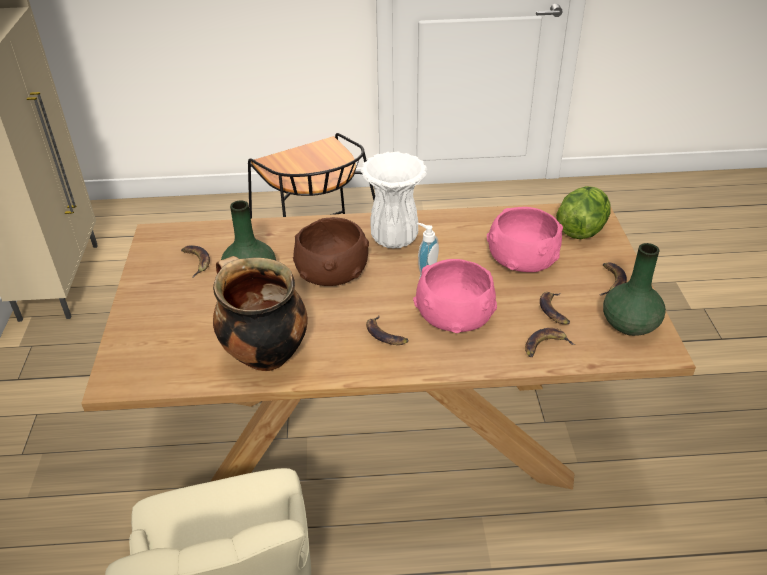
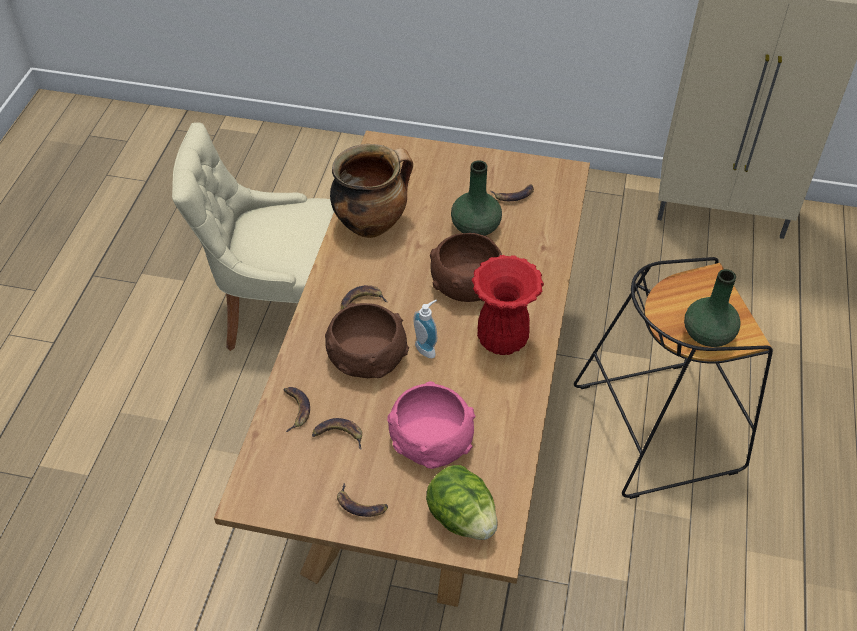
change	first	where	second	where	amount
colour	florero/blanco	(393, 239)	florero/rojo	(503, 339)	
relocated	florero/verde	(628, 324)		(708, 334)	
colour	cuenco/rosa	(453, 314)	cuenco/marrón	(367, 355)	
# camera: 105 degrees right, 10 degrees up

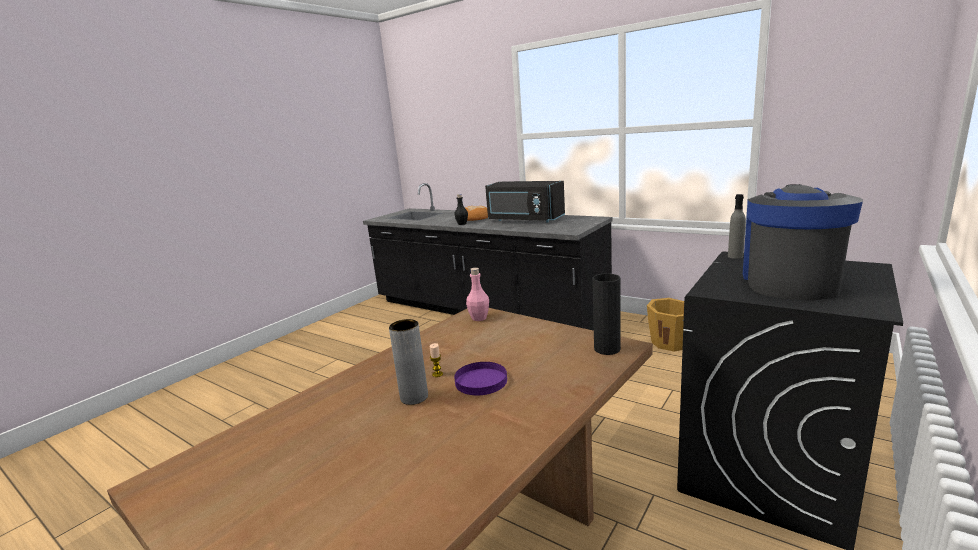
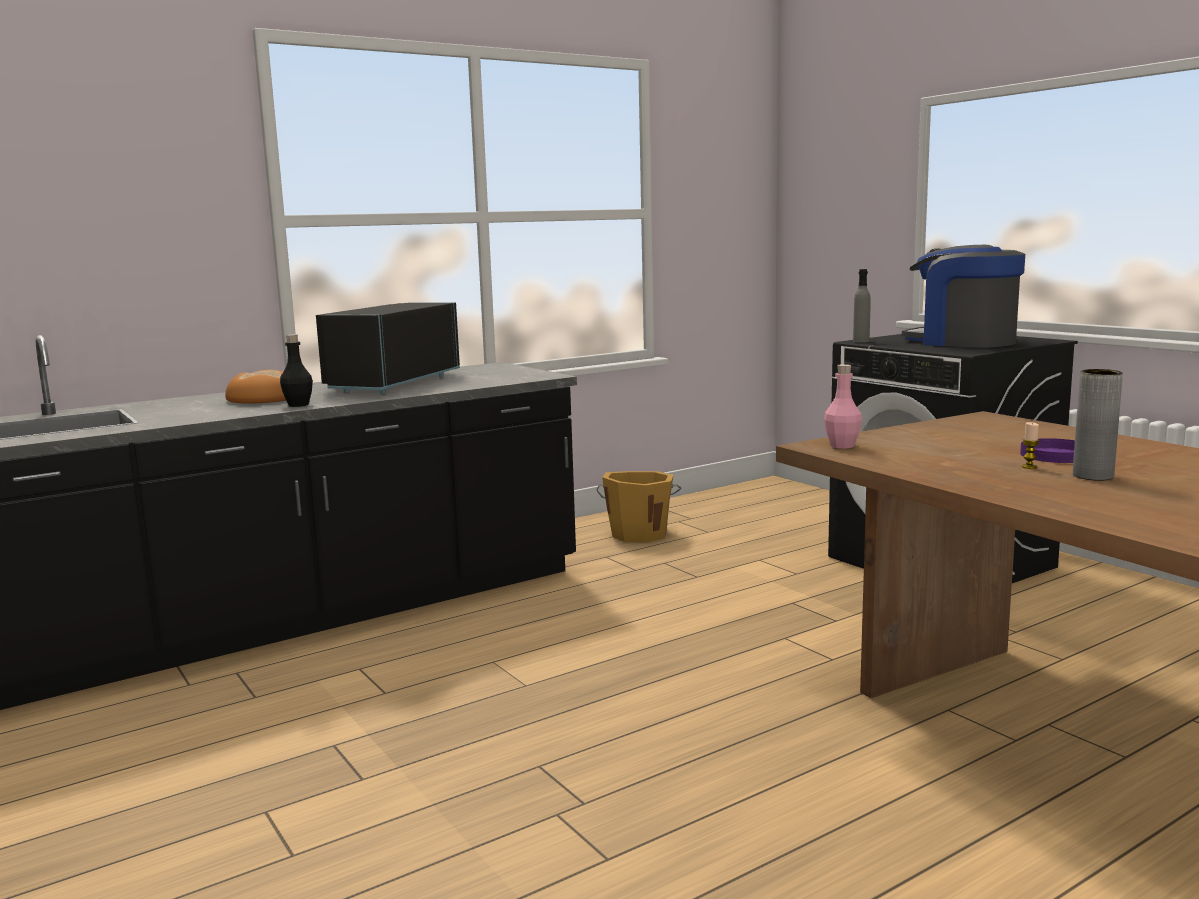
change	first	where	second	where	amount
spun	microondas/negro	(524, 220)		(391, 383)	150 degrees clockwise
missing	florero/negro	(607, 349)			
# camera: 70 degrees left, 5 degrees down

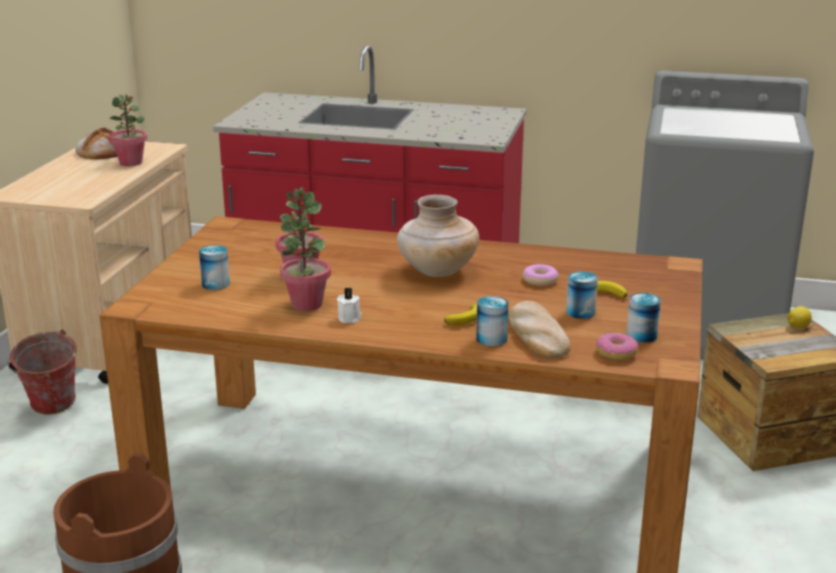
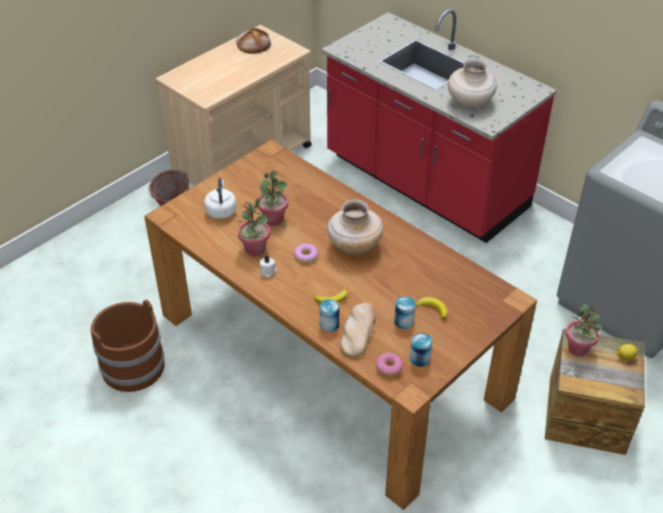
change	first	where	second	where	amount
relocated	planta en maceta	(131, 162)		(578, 349)	
exchanged	lata	(215, 284)	hervidor/blanco	(221, 210)	
relocated	rosquilla	(540, 280)		(306, 256)	
appeared			florero/beis	(470, 102)	
# camera: 30 degrees right, 20 degrees up

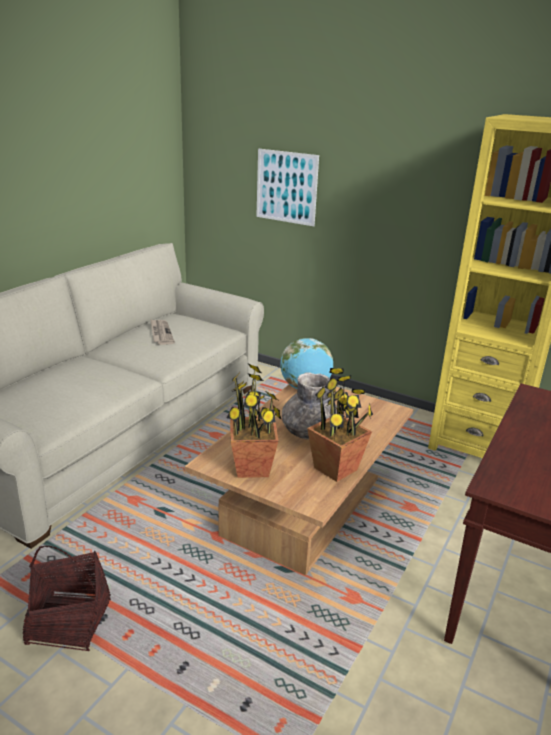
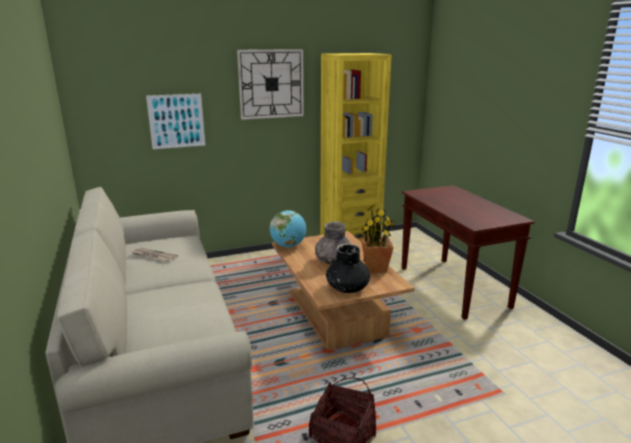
change	first	where	second	where	amount
exchanged	planta en maceta	(253, 468)	florero/negro	(347, 287)	
appeared			reloj de pared	(271, 84)	
# camera: 50 degrees left, 5 degrees down

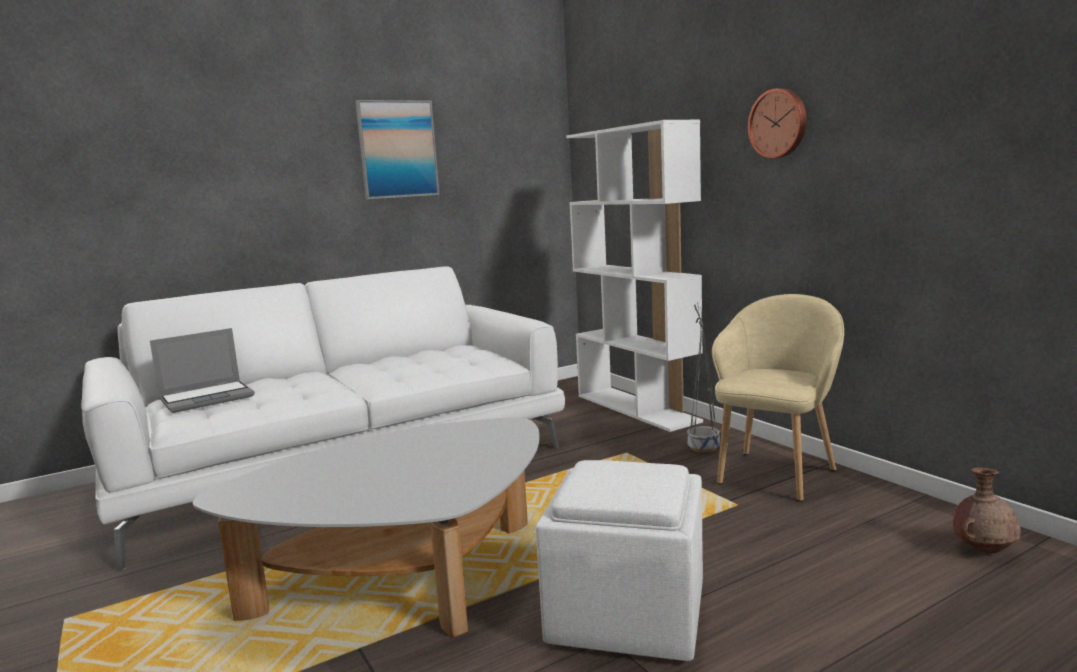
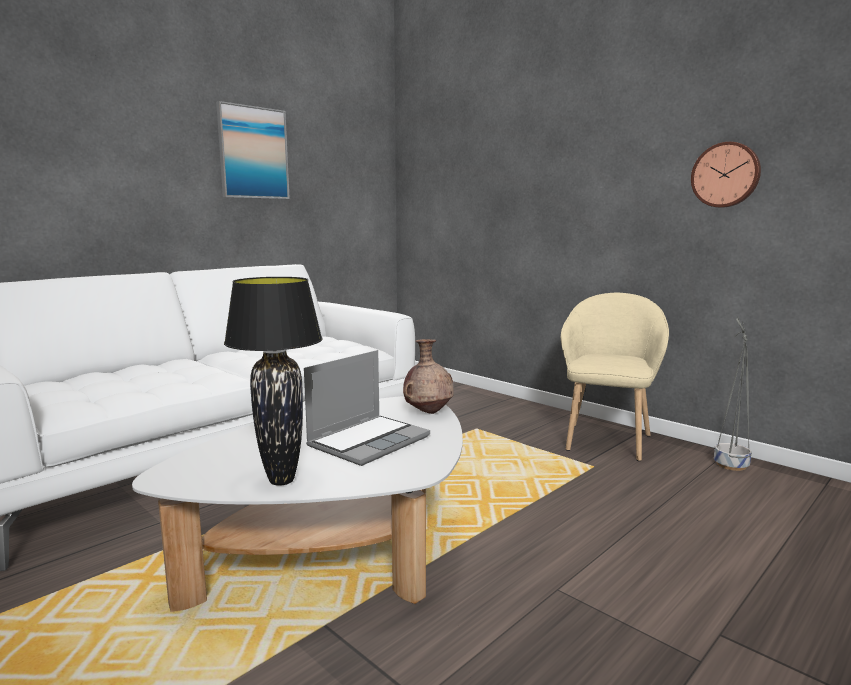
change	first	where	second	where	amount
relocated	reloj de pared	(779, 123)		(726, 175)	
missing	estantería/blanco	(637, 408)			
relocated	maceta/gris	(703, 447)		(730, 464)	
relocated	portátil	(208, 398)		(369, 441)	
missing	puf/blanco	(629, 614)			
relocated	florero/marrón	(984, 550)		(428, 412)	
appeared			lámpara de mesa/negro	(282, 480)	
# camera: 15 degrees left, 0 degrees up

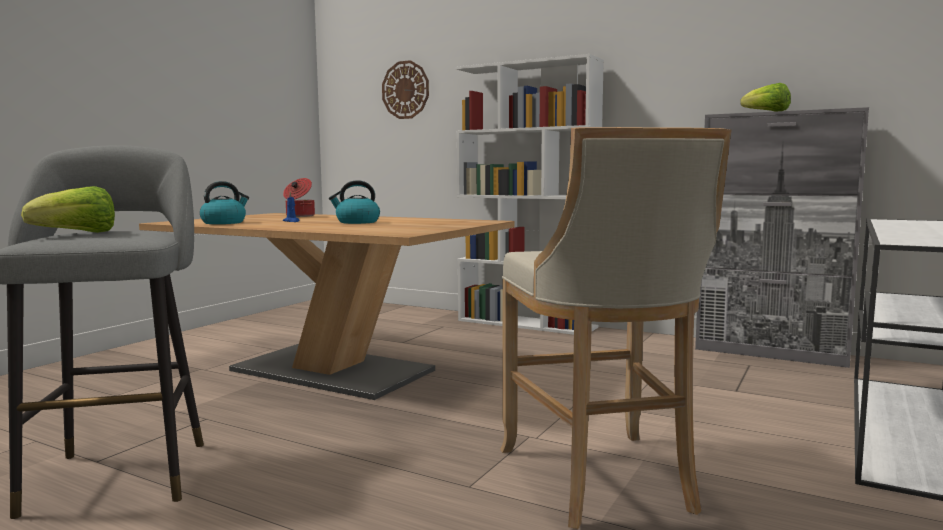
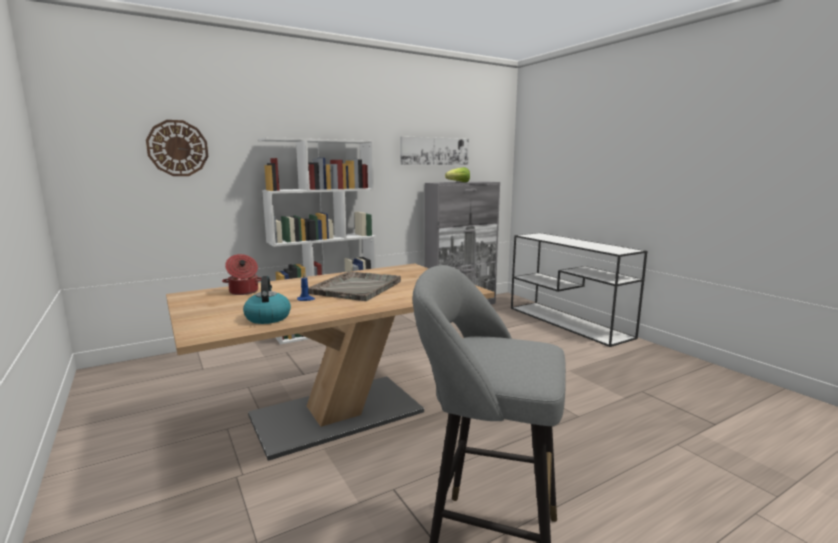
change	first	where	second	where	amount
missing	taburete/beis	(601, 481)			
exchanged	hervidor	(357, 222)	bandeja/gris	(357, 287)	
missing	lechuga	(77, 233)			
appeared			cuadro	(434, 151)	
# camera: 60 degrees left, 5 degrees up

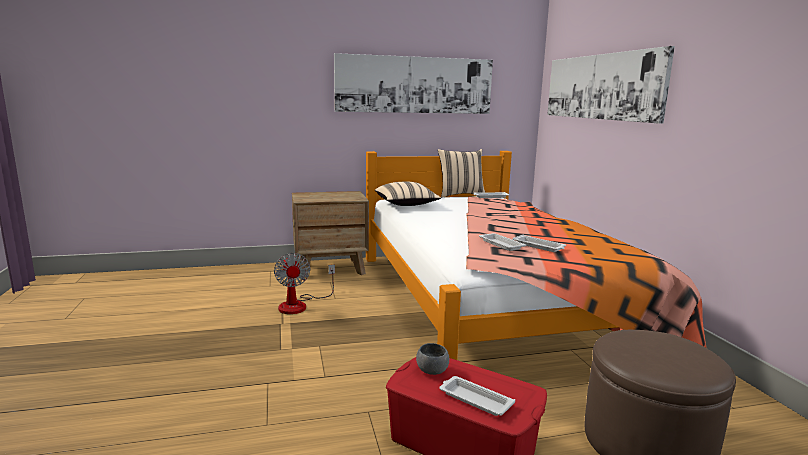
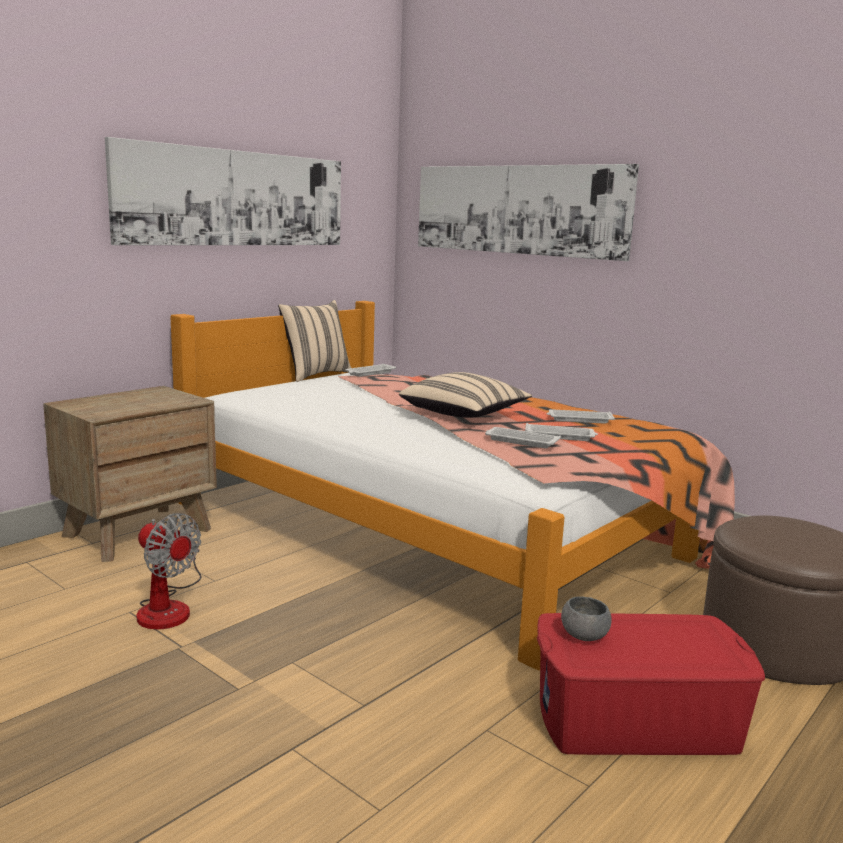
change	first	where	second	where	amount
relocated	cojín/beis	(406, 205)		(464, 415)	
relocated	bandeja/blanco	(474, 399)		(579, 420)	
# camera: 35 degrees left, 0 degrees up

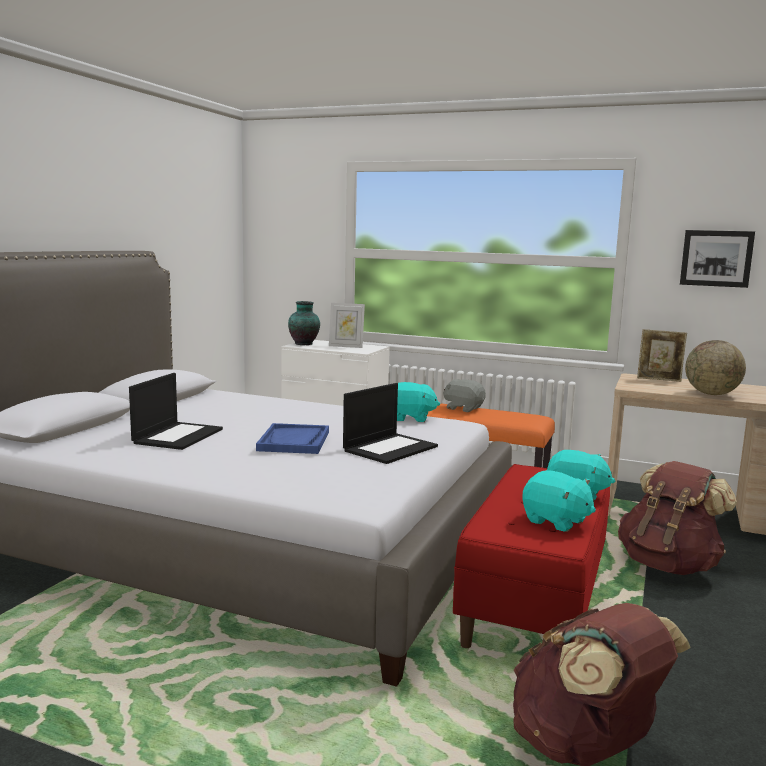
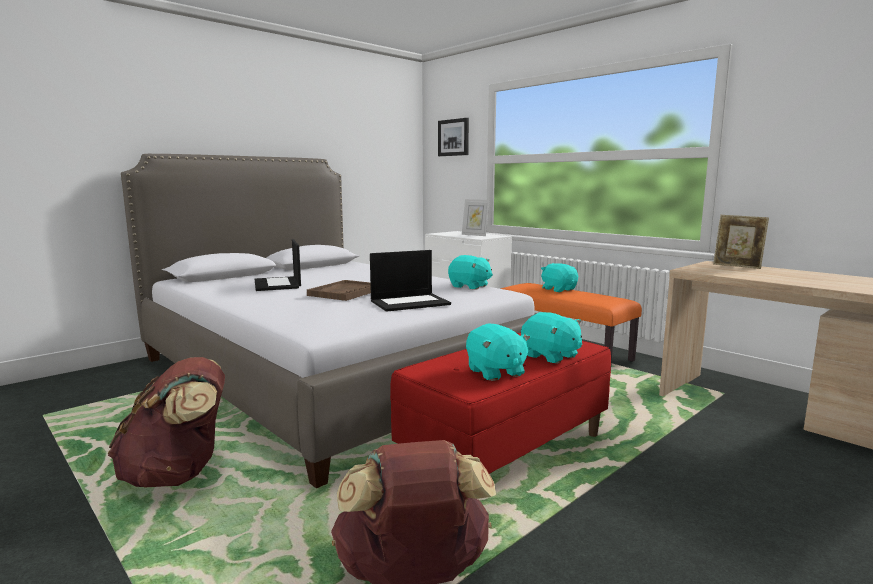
change	first	where	second	where	amount
relocated	cuadro	(716, 258)		(454, 137)	
missing	florero	(304, 344)			
missing	globo terráqueo	(711, 394)			
spun	portátil	(178, 436)		(278, 284)	120 degrees clockwise
colour	peluche/gris	(463, 408)	peluche/turquesa	(558, 289)	
colour	bandeja/azul	(294, 441)	bandeja/marrón	(345, 292)	
relocated	mochila/marrón	(669, 565)		(178, 474)	
# camera: 25 degrees right, 0 degrees up

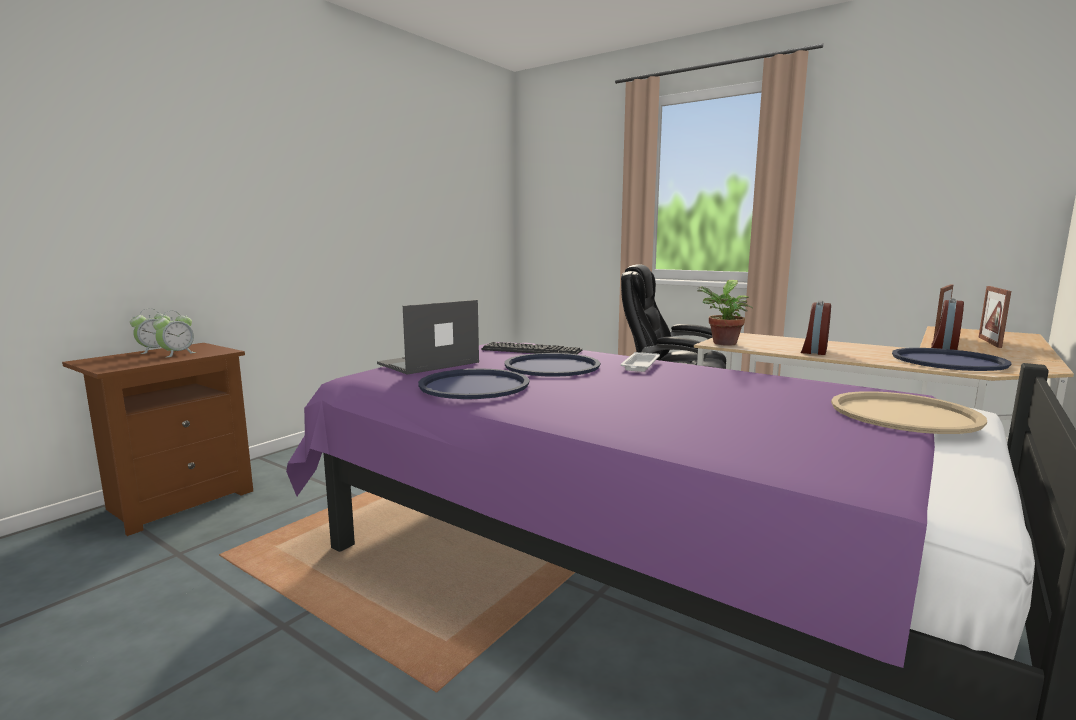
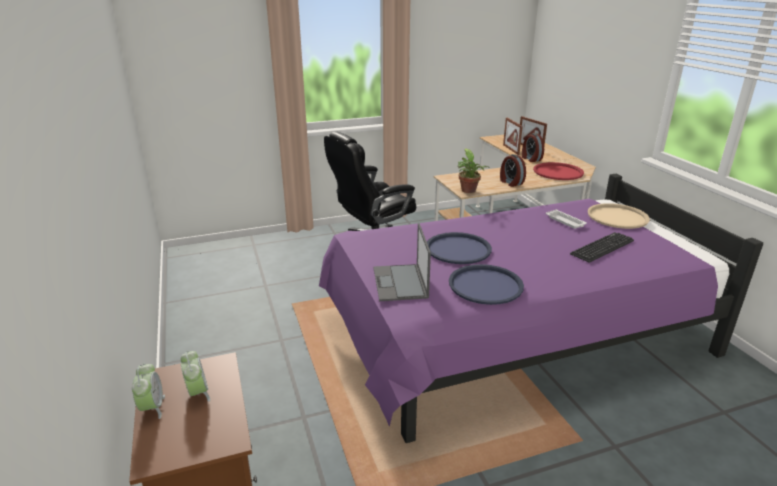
change	first	where	second	where	amount
relocated	teclado	(531, 350)		(602, 247)	
colour	bandeja/azul	(948, 361)	bandeja/rojo	(558, 172)	
relocated	bandeja/blanco	(640, 366)		(566, 222)	
# camera: 55 degrees left, 15 degrees up

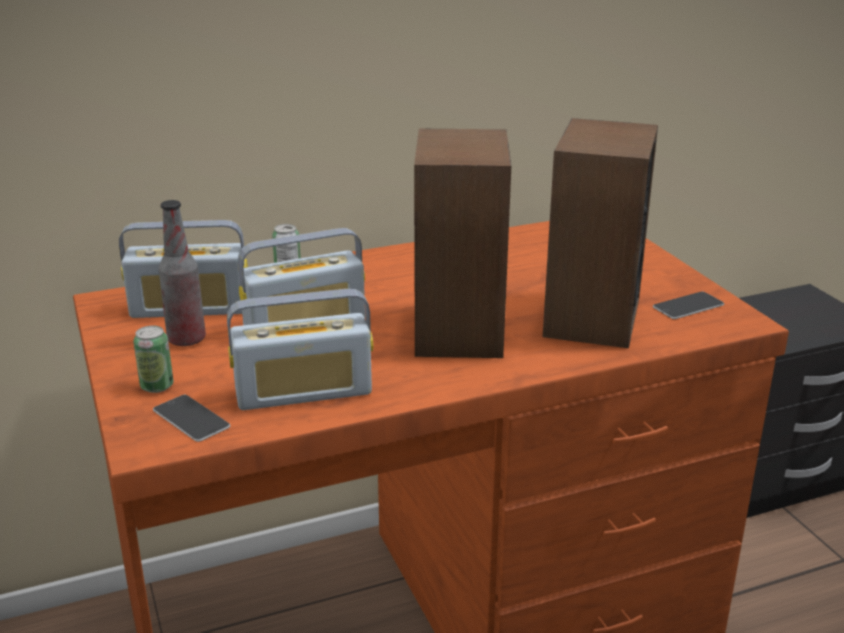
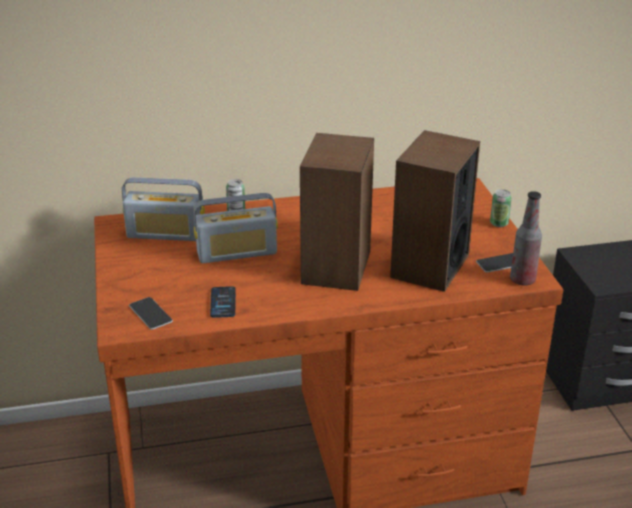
change	first	where	second	where	amount
relocated	botella	(186, 339)		(522, 280)	
exchanged	radio	(304, 392)	móvil	(223, 303)	
relocated	lata	(157, 386)		(499, 223)	
# camera: 10 degrees right, 5 degrees up

